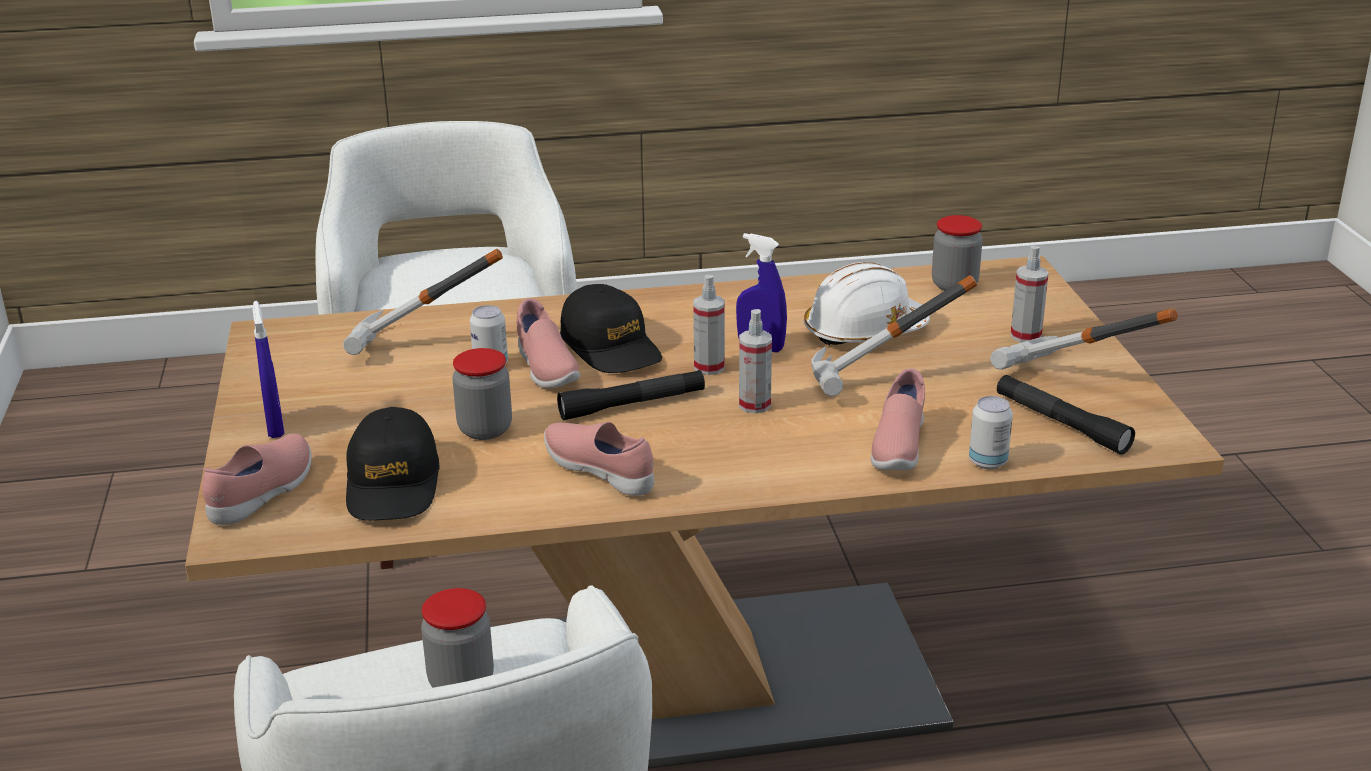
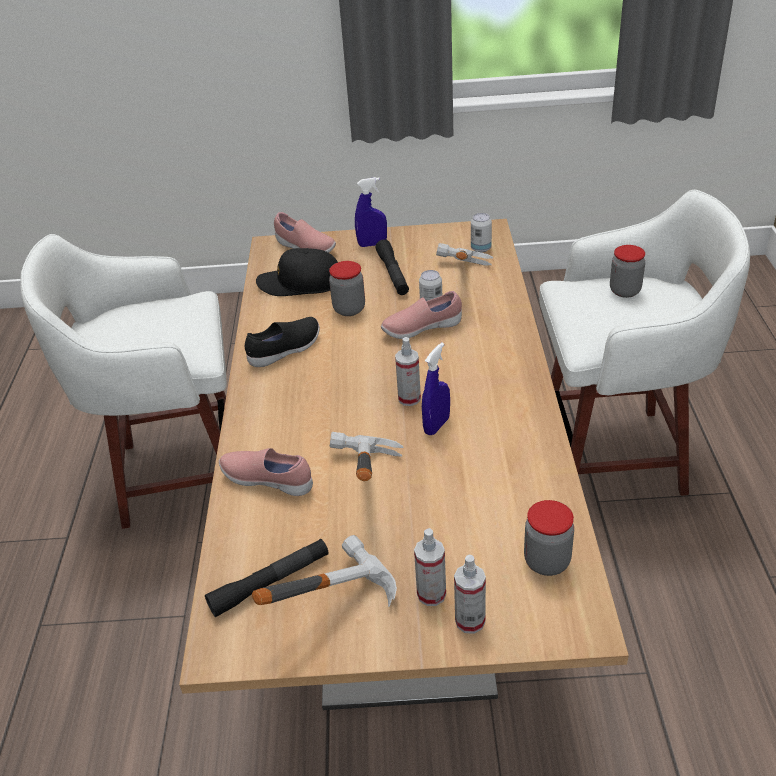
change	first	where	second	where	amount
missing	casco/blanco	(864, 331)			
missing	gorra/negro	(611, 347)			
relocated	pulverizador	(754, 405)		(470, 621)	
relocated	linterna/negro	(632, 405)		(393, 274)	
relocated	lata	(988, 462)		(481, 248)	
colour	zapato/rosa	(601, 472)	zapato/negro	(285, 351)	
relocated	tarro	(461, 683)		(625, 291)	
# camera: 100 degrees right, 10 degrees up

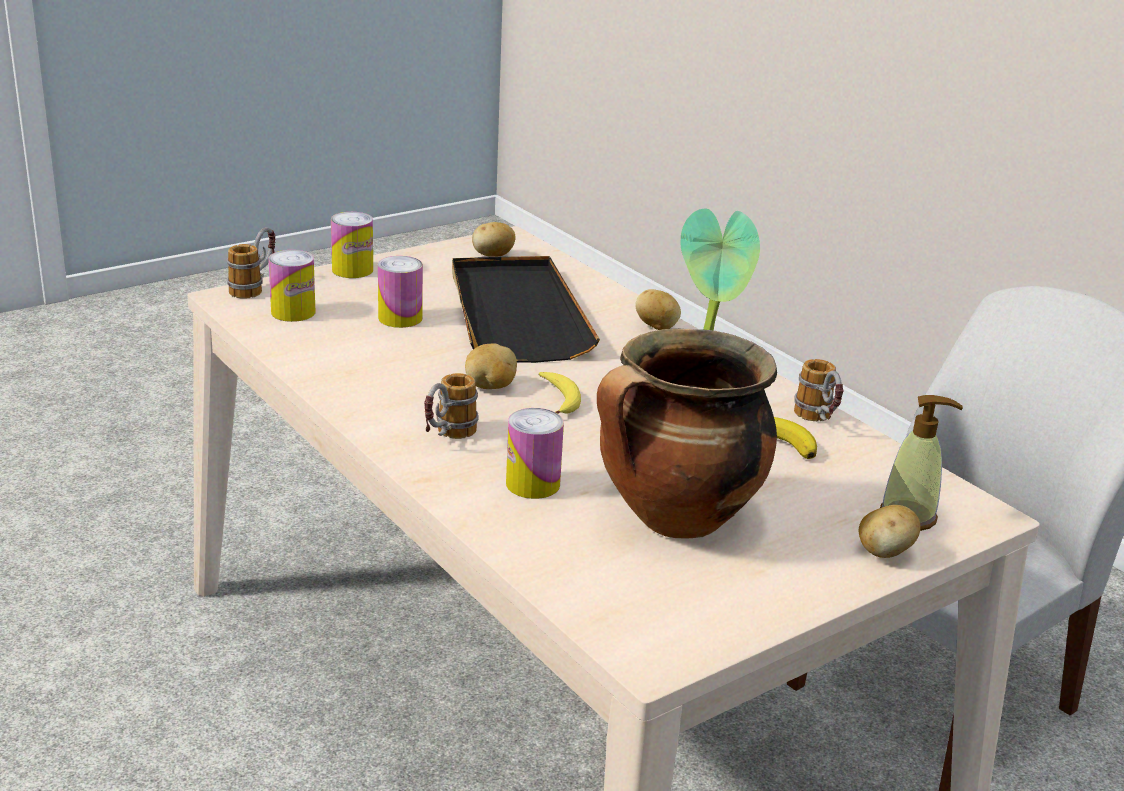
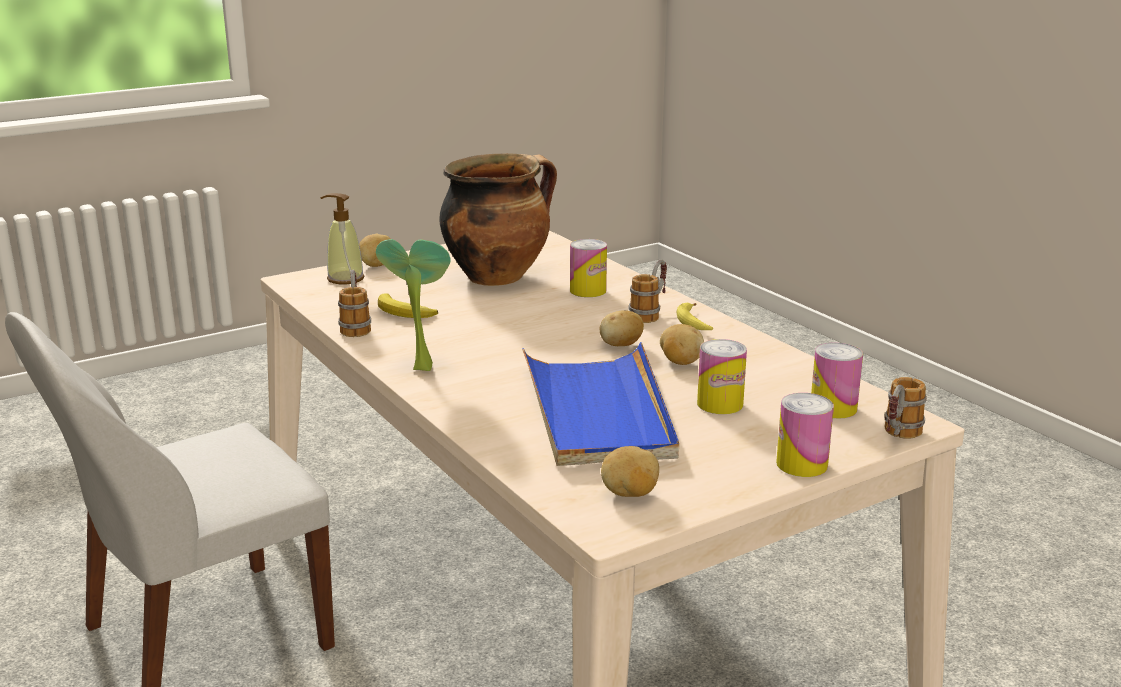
change	first	where	second	where	amount
colour	bandeja/negro	(516, 314)	bandeja/azul	(598, 411)	
relocated	patata	(657, 327)		(680, 362)	
relocated	plátano	(560, 399)		(692, 323)	
# camera: 175 degrees left, 5 degrees down

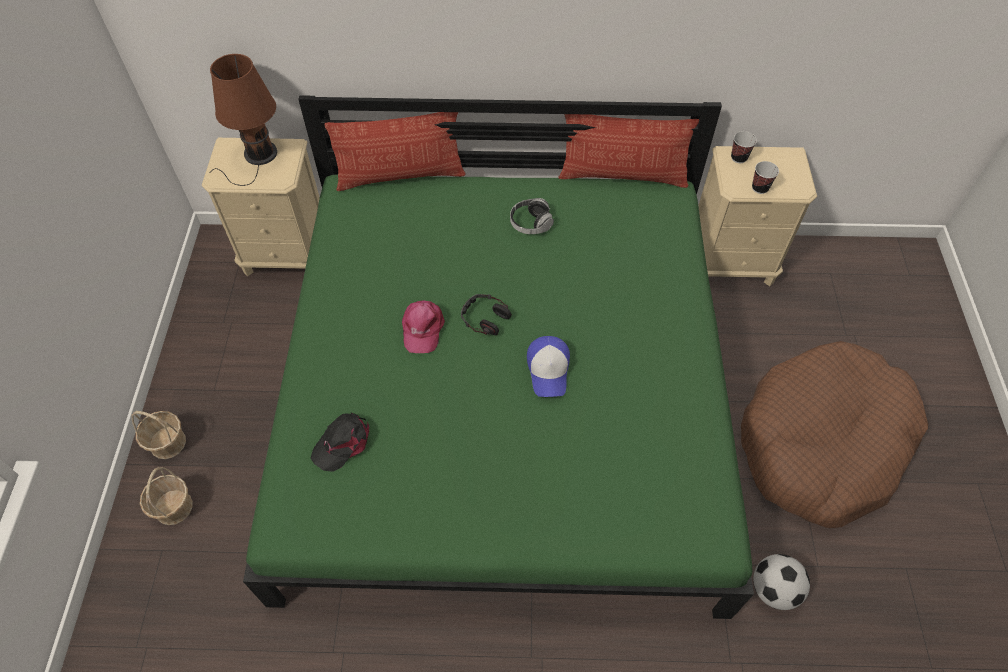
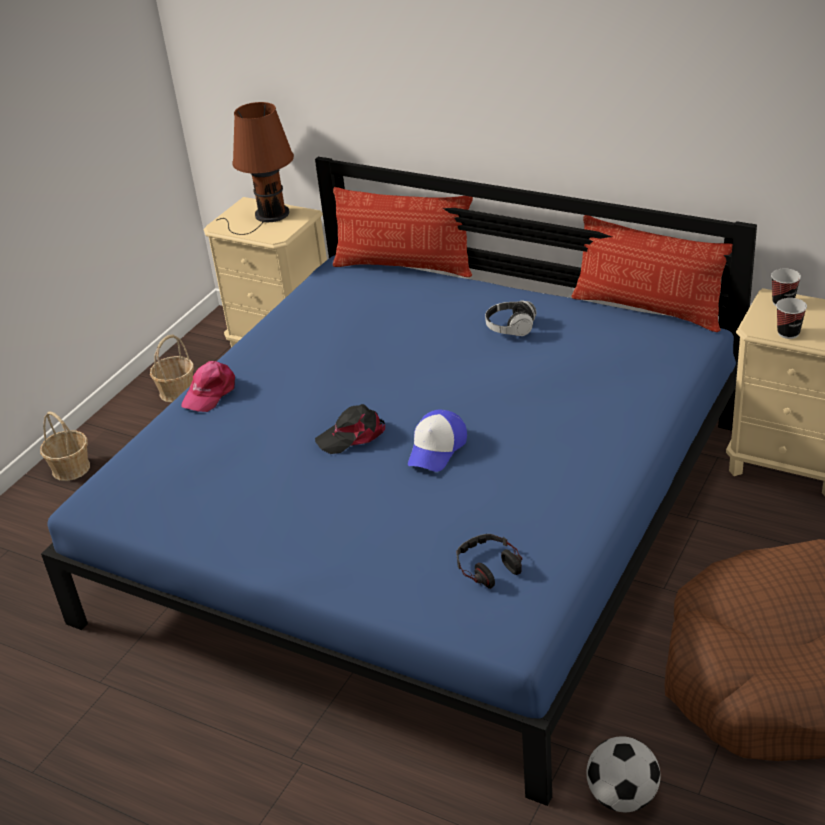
change	first	where	second	where	amount
colour	cama/verde	(505, 396)	cama/azul	(424, 519)	
relocated	auriculares	(485, 318)		(488, 567)	
relocated	gorra/rosa	(422, 328)		(210, 393)	
relocated	gorra/negro	(343, 443)		(352, 436)	
relocated	cesta	(173, 507)		(176, 392)	
# camera: 30 degrees right, 20 degrees down

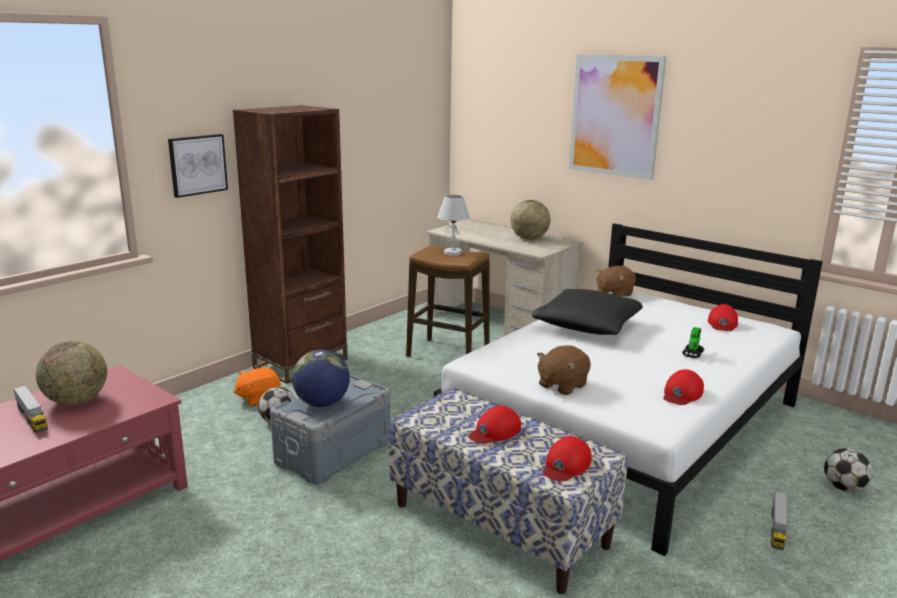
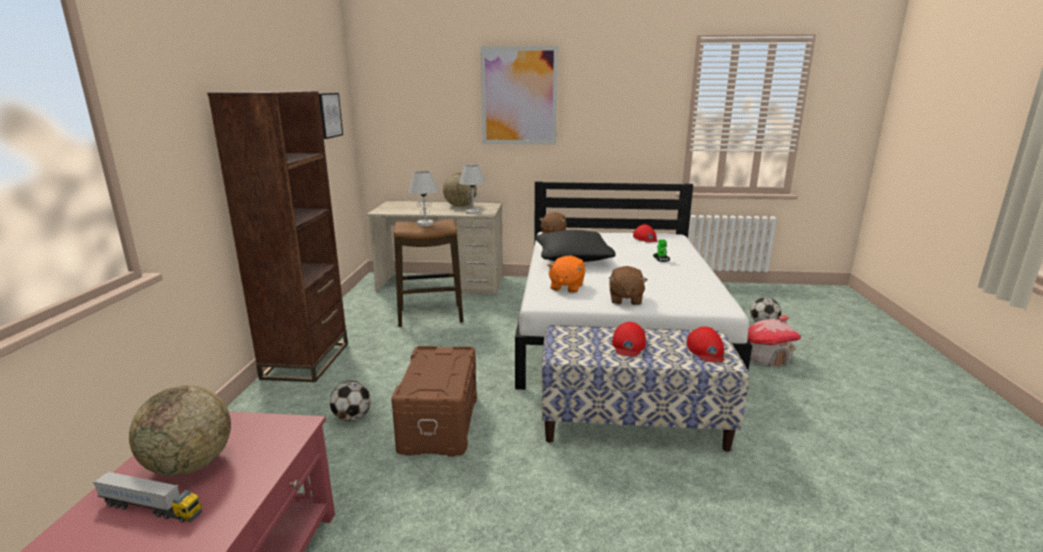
change	first	where	second	where	amount
relocated	cuadro	(197, 165)		(328, 115)	
missing	globo terráqueo	(322, 403)			
relocated	peluche/naranja	(258, 398)		(566, 287)	
missing	gorra/rojo	(682, 394)			
colour	caja de almacenaje/gris	(334, 453)	caja de almacenaje/marrón	(440, 423)	
exchanged	camión de juguete	(777, 528)	casita	(767, 358)	
appeared			lámpara de mesa/blanco	(473, 212)	
# camera: 35 degrees left, 0 degrees up

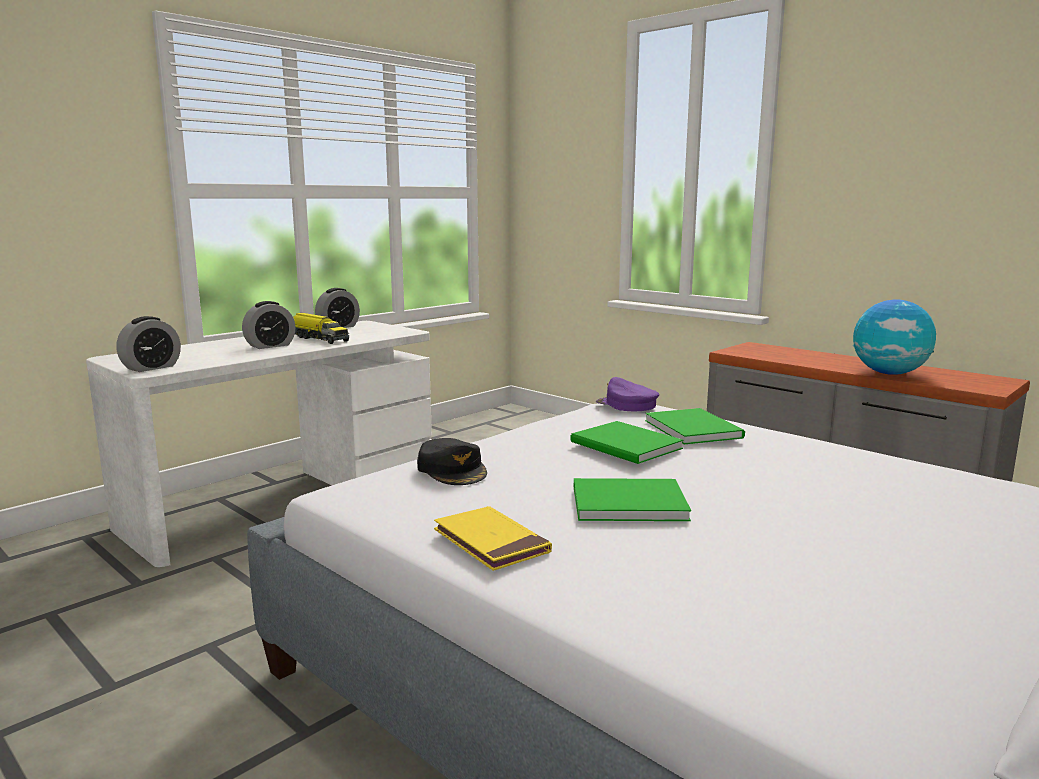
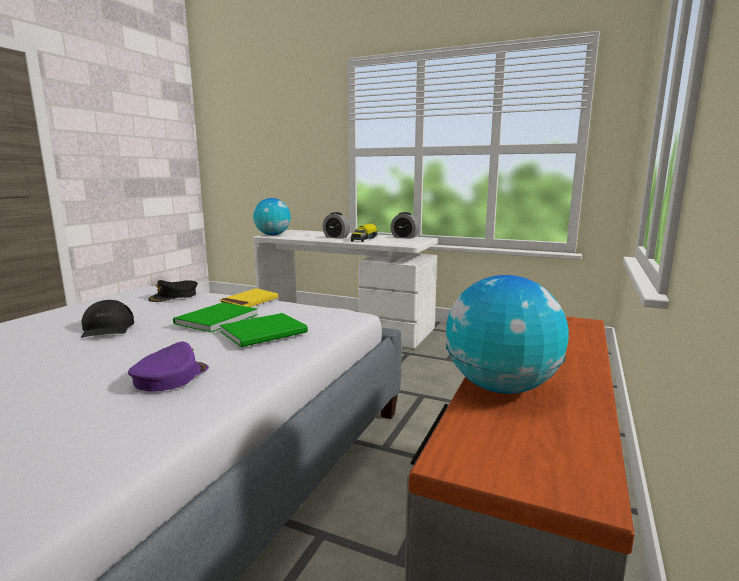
change	first	where	second	where	amount
exchanged	despertador	(151, 367)	globo terráqueo	(273, 235)	
relocated	gorra/morado	(626, 405)		(170, 377)	
exchanged	libro/verde	(625, 502)	gorra/negro	(107, 328)	
relocated	libro/amarillo	(491, 543)		(249, 302)	
# camera: 70 degrees right, 0 degrees up

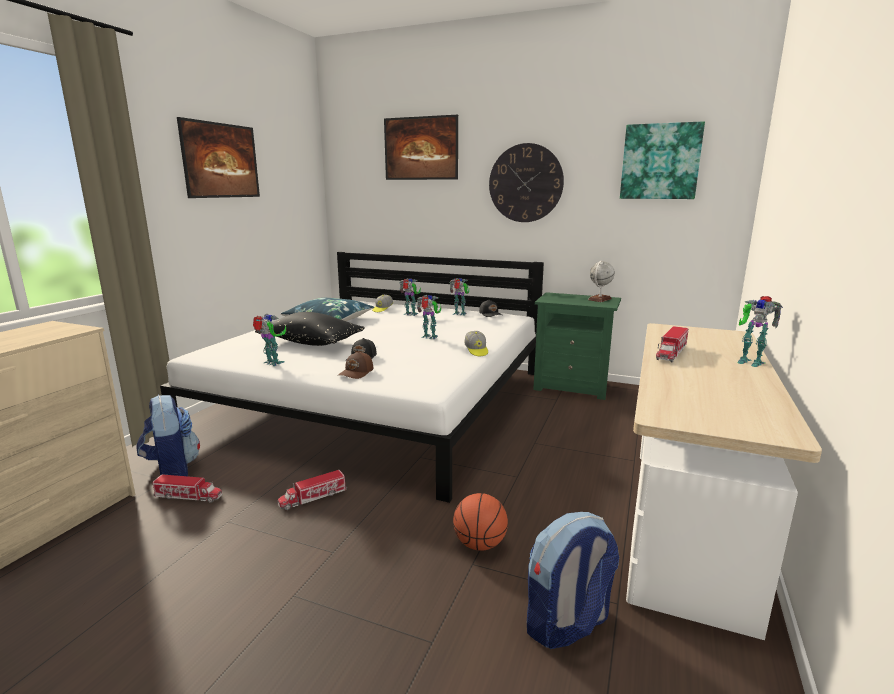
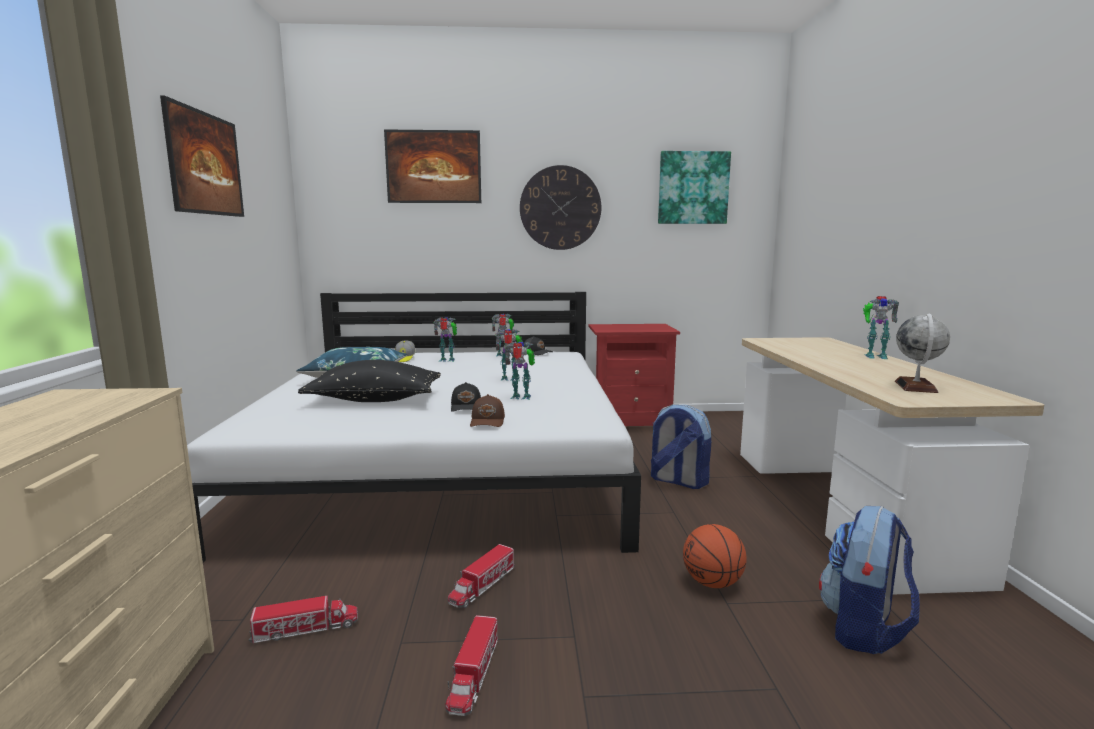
change	first	where	second	where	amount
relocated	globo terráqueo	(599, 299)		(916, 387)	
colour	mesita de noche/verde	(572, 386)	mesita de noche/rojo	(630, 421)	
relocated	robot de juguete	(272, 363)		(522, 397)	
relocated	camión de juguete	(671, 353)		(473, 675)	
missing	gorra	(476, 351)			
relocated	mochila	(172, 470)		(677, 481)	
# camera: 25 degrees left, 5 degrees down

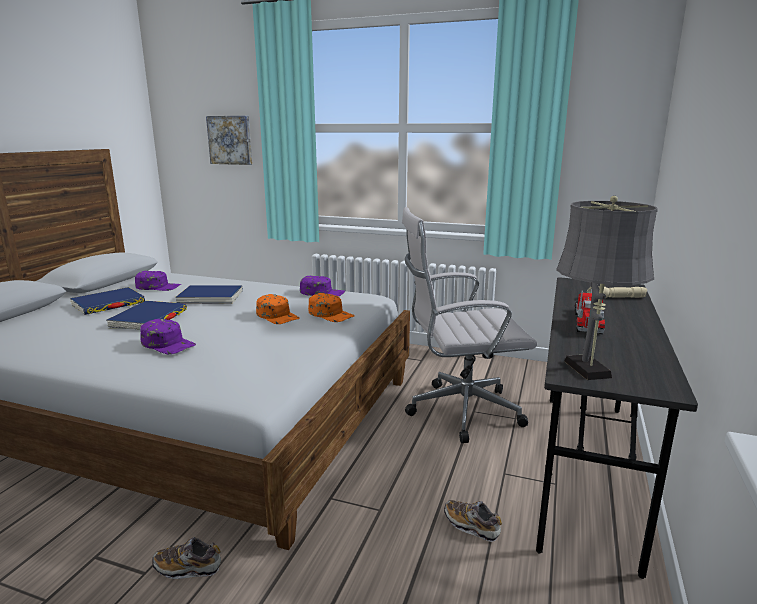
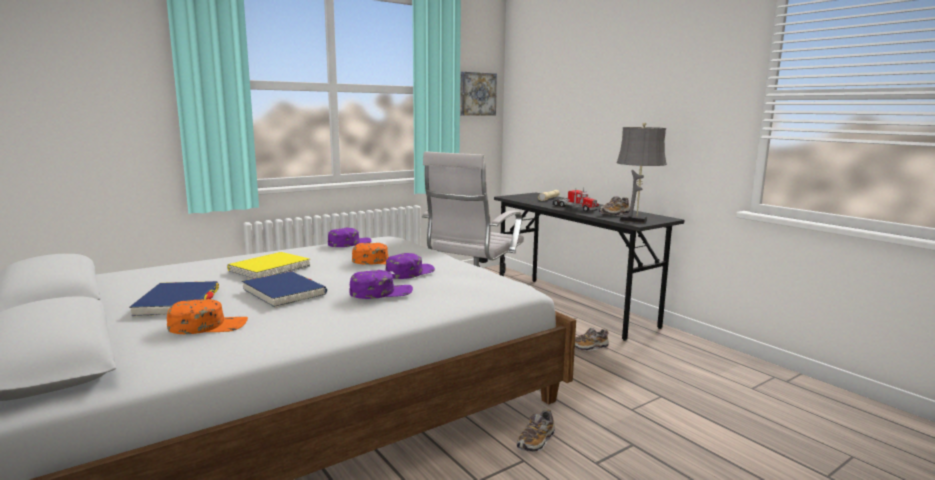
change	first	where	second	where	amount
relocated	cuadro	(230, 140)		(477, 94)	
relocated	gorra/morado	(158, 287)		(409, 272)	
colour	libro/azul	(211, 297)	libro/amarillo	(269, 269)	
relocated	gorra/naranja	(331, 314)		(208, 325)	
appeared			zapato	(614, 214)	
# camera: 55 degrees left, 5 degrees down

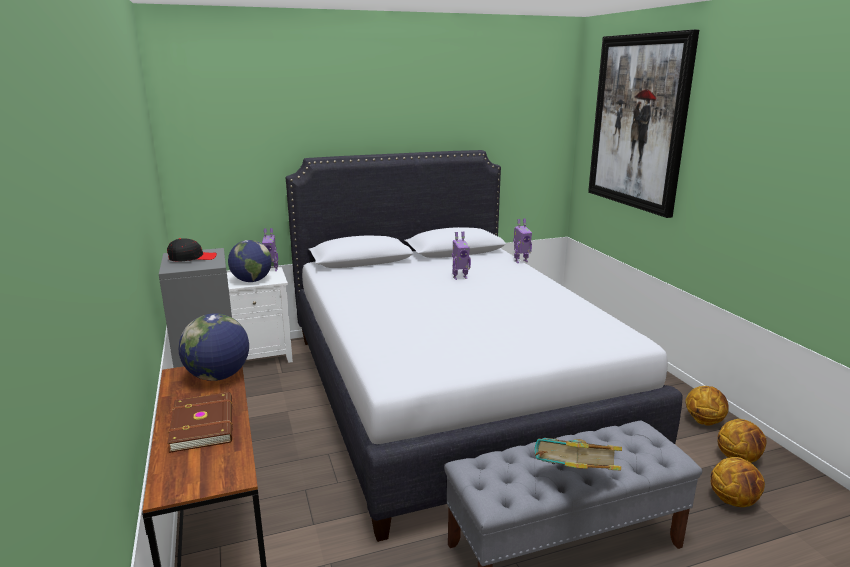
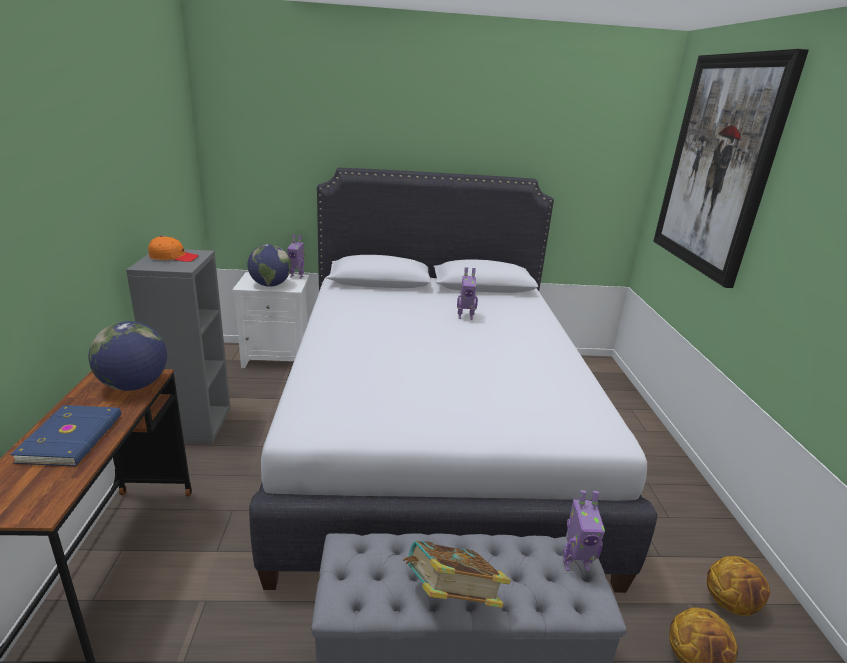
change	first	where	second	where	amount
relocated	robot de juguete	(520, 261)		(575, 563)	
colour	gorra/negro	(192, 258)	gorra/naranja	(173, 257)	
missing	balón de baloncesto	(704, 421)			
colour	libro/marrón	(204, 424)	libro/azul	(73, 438)	
# camera: 15 degrees right, 5 degrees up

